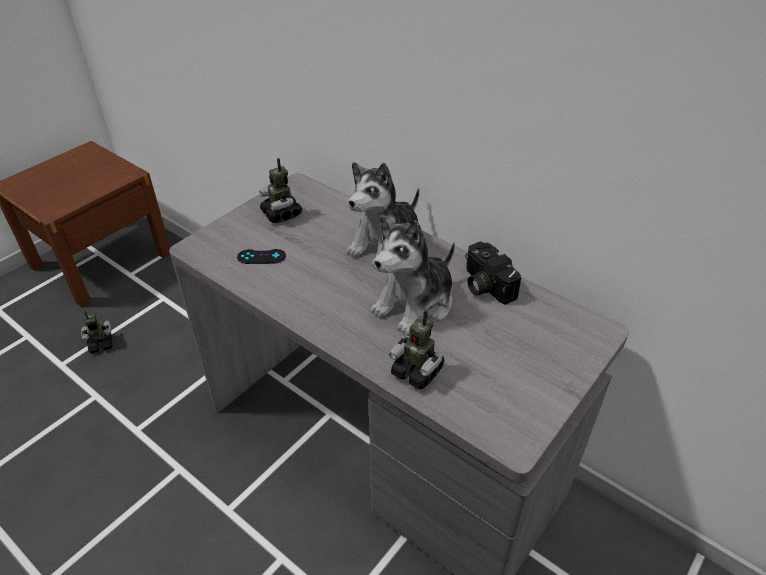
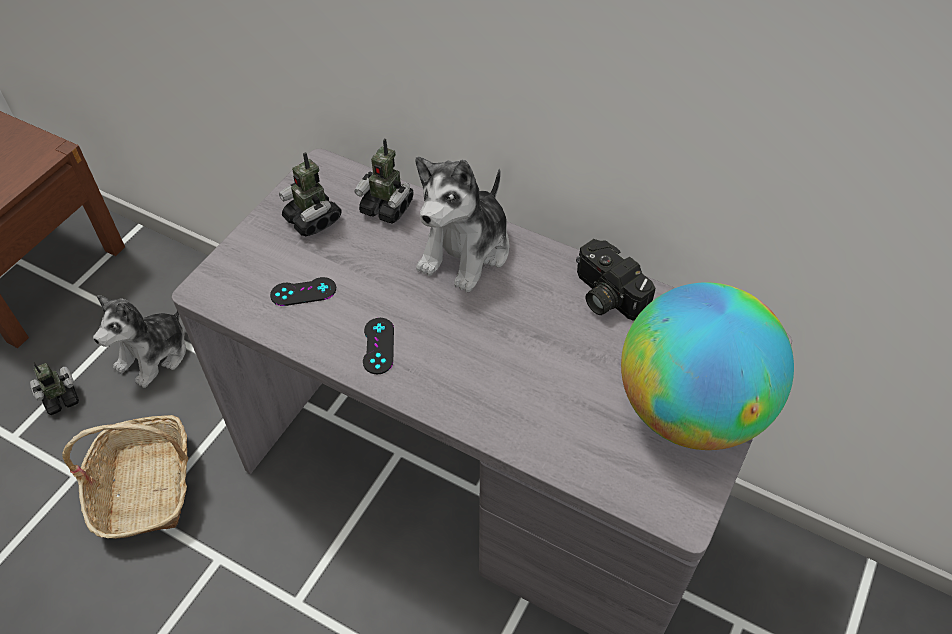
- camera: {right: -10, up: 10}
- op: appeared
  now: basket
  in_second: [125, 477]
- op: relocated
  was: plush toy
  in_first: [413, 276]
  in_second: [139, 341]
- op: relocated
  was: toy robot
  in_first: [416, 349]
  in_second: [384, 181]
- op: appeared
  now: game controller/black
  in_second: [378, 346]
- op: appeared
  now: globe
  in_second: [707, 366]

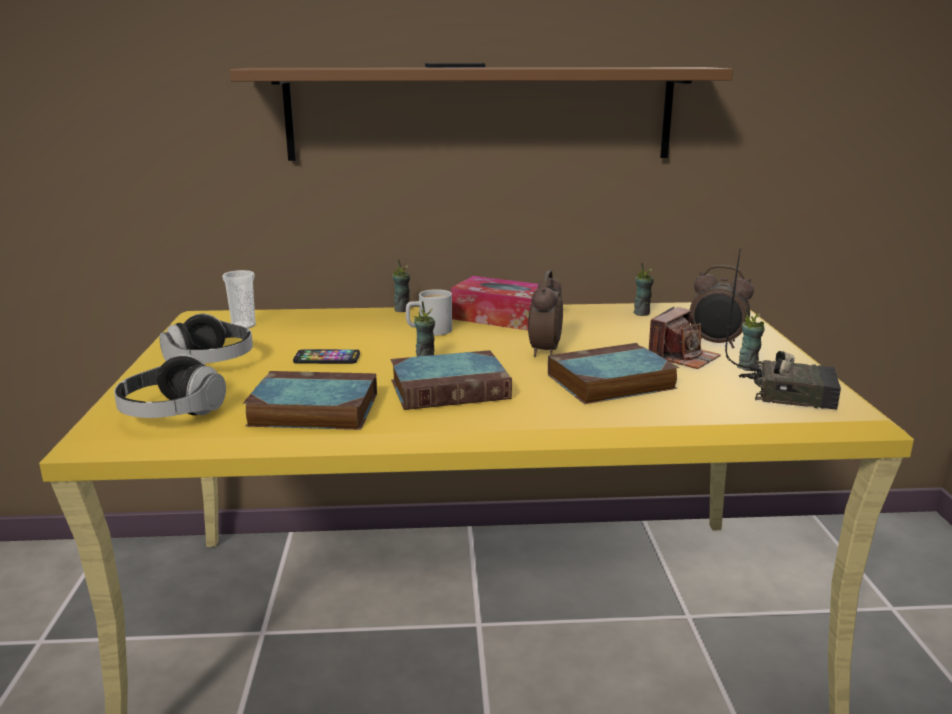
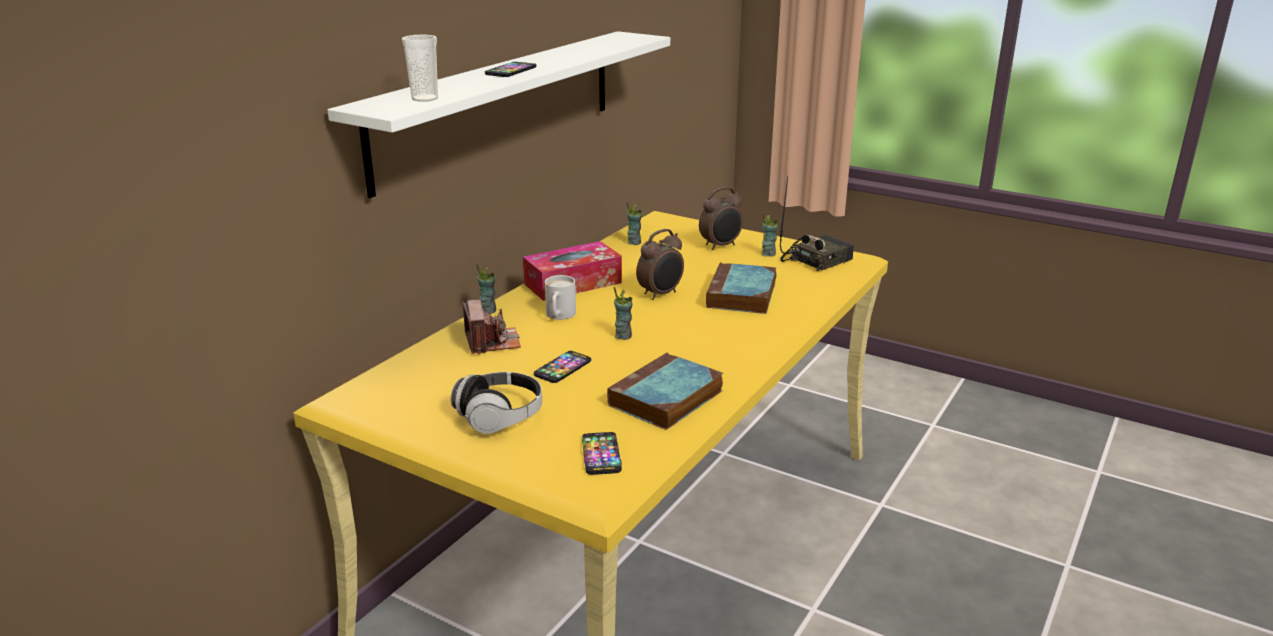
- camera: {right: -55, up: 5}
- op: colour
  was: shelf/brown
  now: shelf/white
  in_first: [481, 114]
  in_second: [499, 114]
- op: relocated
  was: cup
  in_first: [239, 299]
  in_second: [420, 68]
- op: relocated
  was: photo camera
  in_first: [685, 338]
  in_second: [492, 327]
- op: exchanged
  was: headphones
  now: phone
  in_first: [170, 386]
  in_second: [602, 453]
- op: spun
  was: alarm clock
  in_first: [545, 313]
  in_second: [660, 264]
  clockwise: -90
- op: missing
  was: book
  in_first: [451, 380]

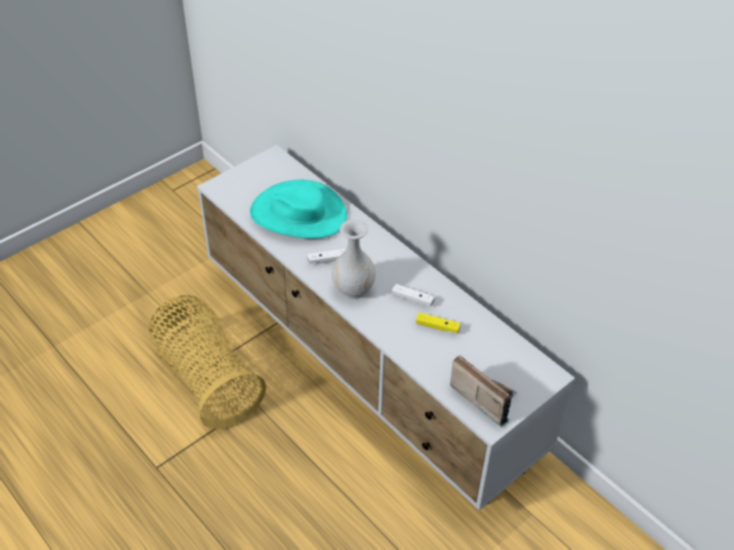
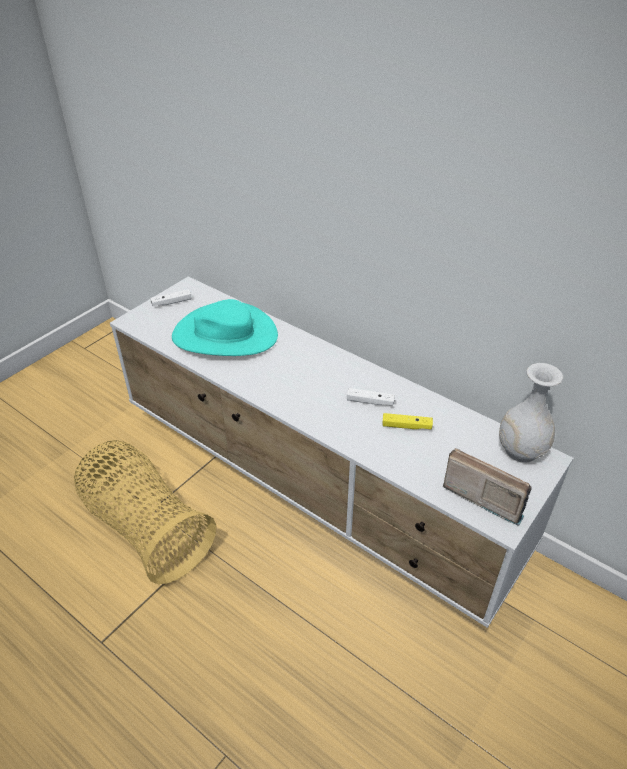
- camera: {right: -10, up: -5}
- op: relocated
  was: game controller/white
  in_first: [327, 256]
  in_second: [170, 297]
- op: relocated
  was: vase/white
  in_first: [353, 259]
  in_second: [531, 413]

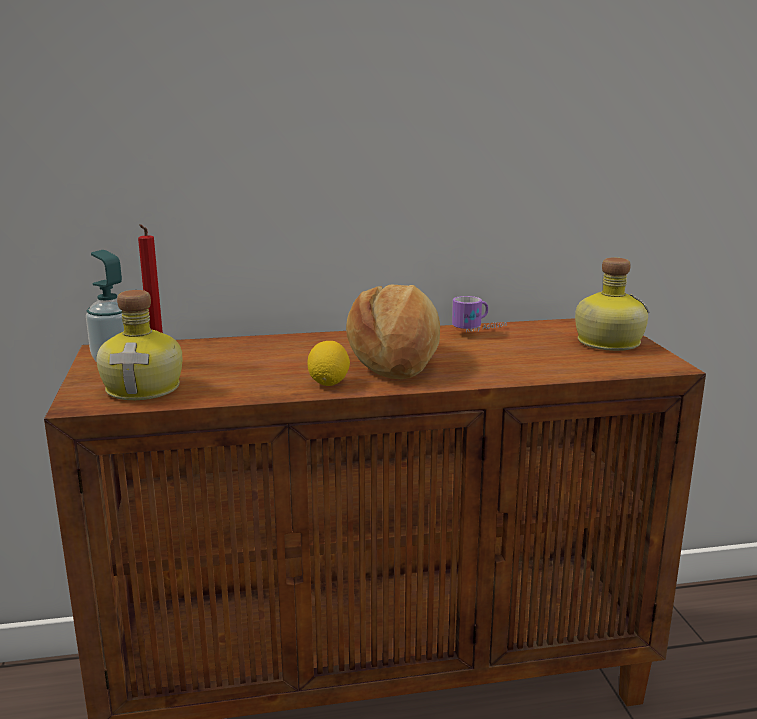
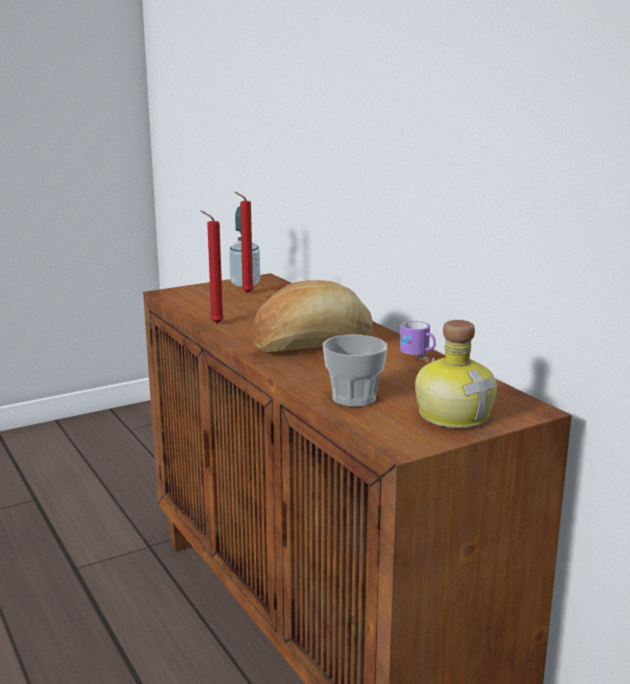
- camera: {right: 70, up: 0}
- op: appeared
  now: candle/red
  in_second: [212, 267]
- op: appeared
  now: cup
  in_second: [355, 371]
- op: missing
  was: bottle
  in_first: [139, 345]
- op: missing
  was: lemon
  in_first: [328, 363]

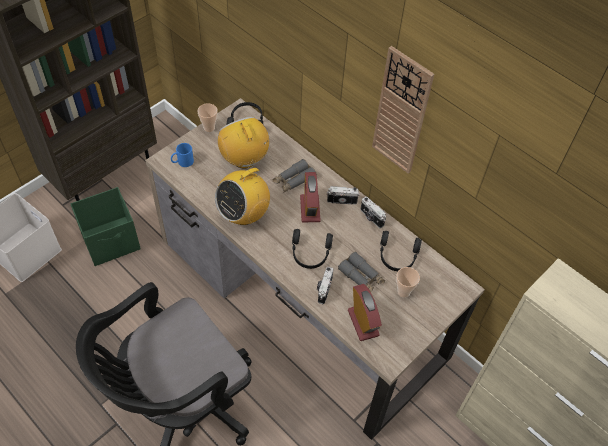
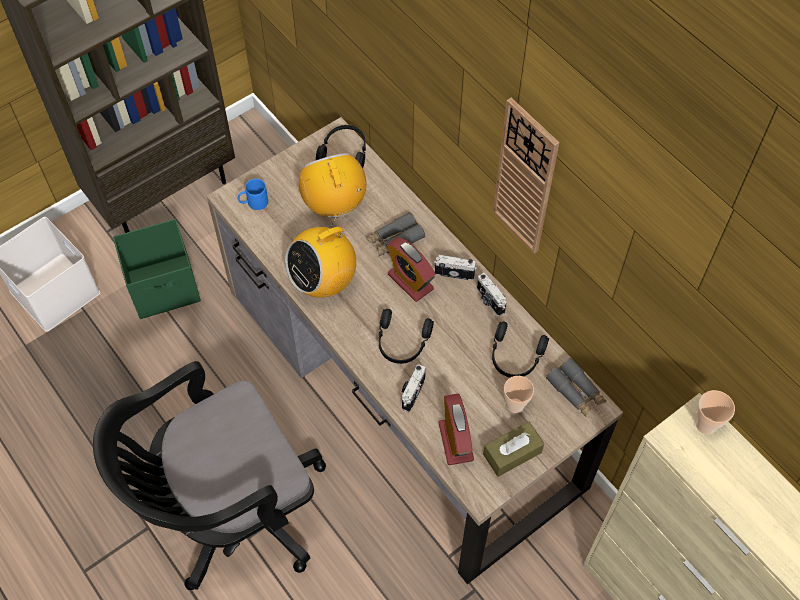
- camera: {right: 10, up: 5}
- op: spun
  was: alarm clock
  in_first: [310, 197]
  in_second: [411, 269]
  clockwise: -45
- op: appeared
  now: tissue box/brown
  in_second: [513, 449]
- op: relocated
  was: binoculars/grey
  in_first: [361, 272]
  in_second: [576, 387]
- op: relocated
  was: cup
  in_first: [208, 117]
  in_second: [715, 412]

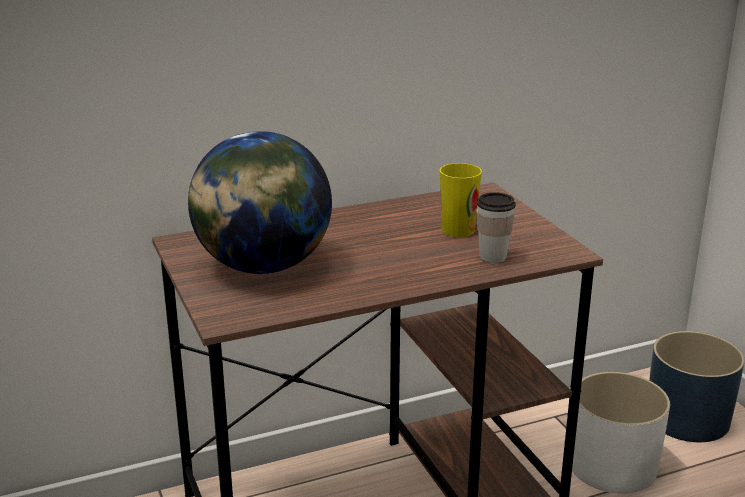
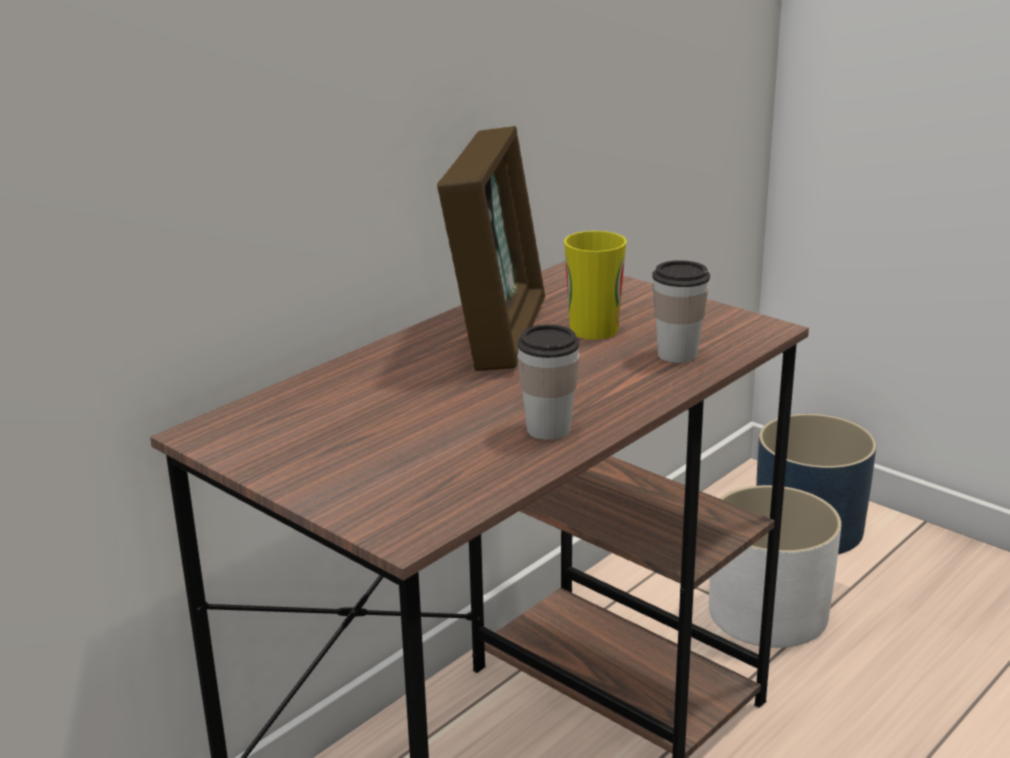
- camera: {right: -25, up: 0}
- op: appeared
  now: picture frame
  in_second: [491, 248]
- op: appeared
  now: cup
  in_second: [548, 382]
- op: missing
  was: globe
  in_first: [260, 202]

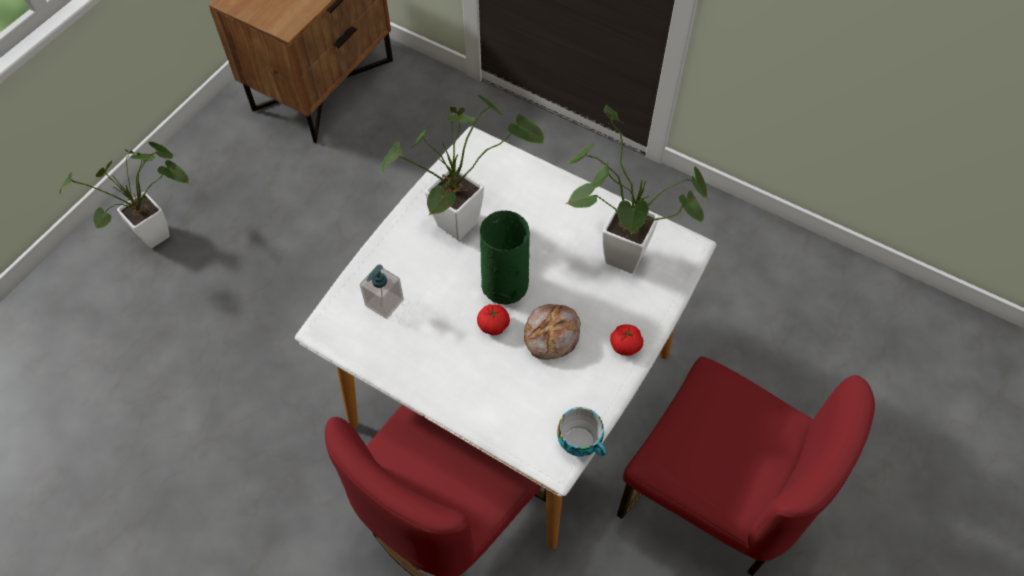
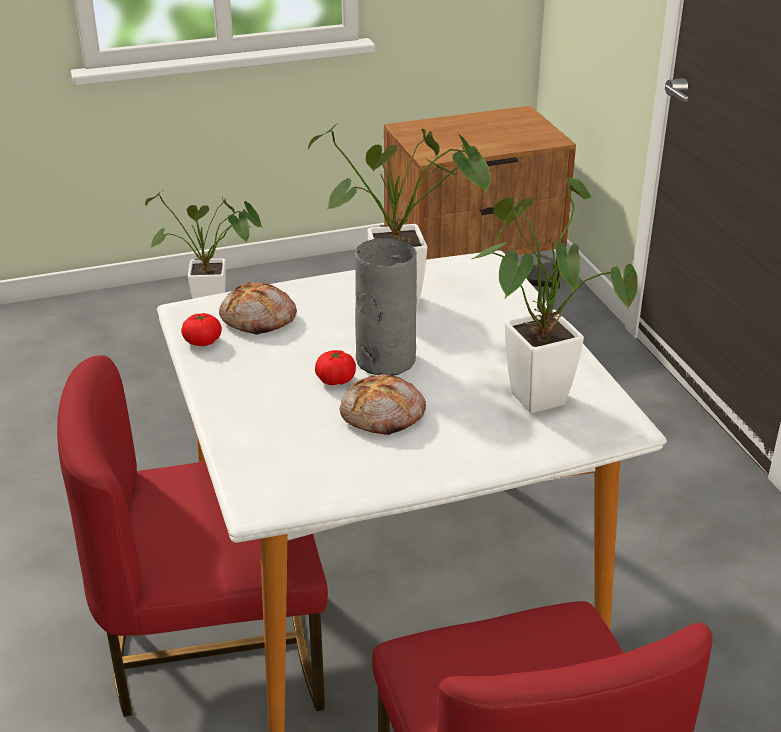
- camera: {right: 40, up: -25}
- op: relocated
  was: tomato
  in_first: [626, 340]
  in_second: [201, 329]
- op: exchanged
  was: soap dispenser
  now: bread
  in_first: [382, 292]
  in_second: [258, 308]
- op: colour
  was: vase/green
  now: vase/grey
  in_first: [505, 258]
  in_second: [386, 307]
- op: missing
  was: cup
  in_first: [581, 431]

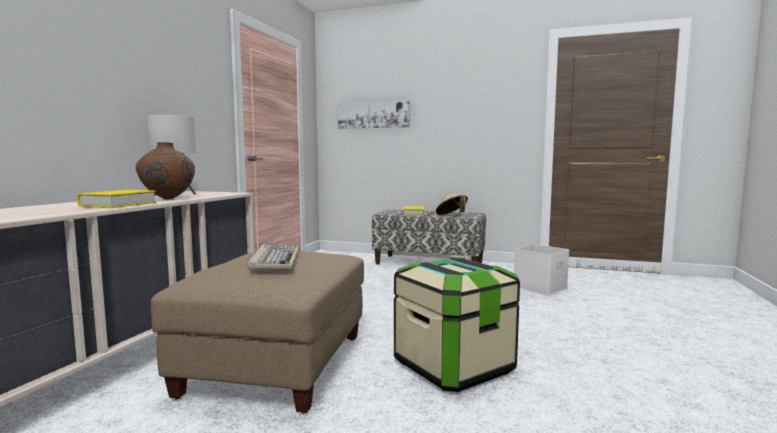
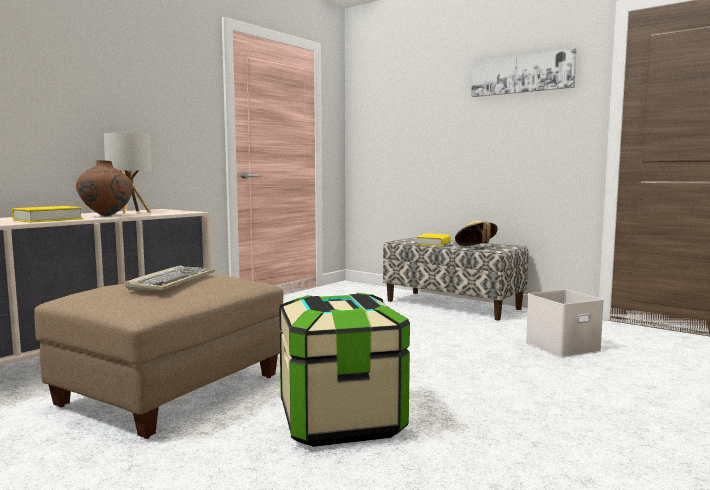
- camera: {right: 20, up: 0}
- op: relocated
  was: picture
  in_first: [374, 115]
  in_second: [524, 72]

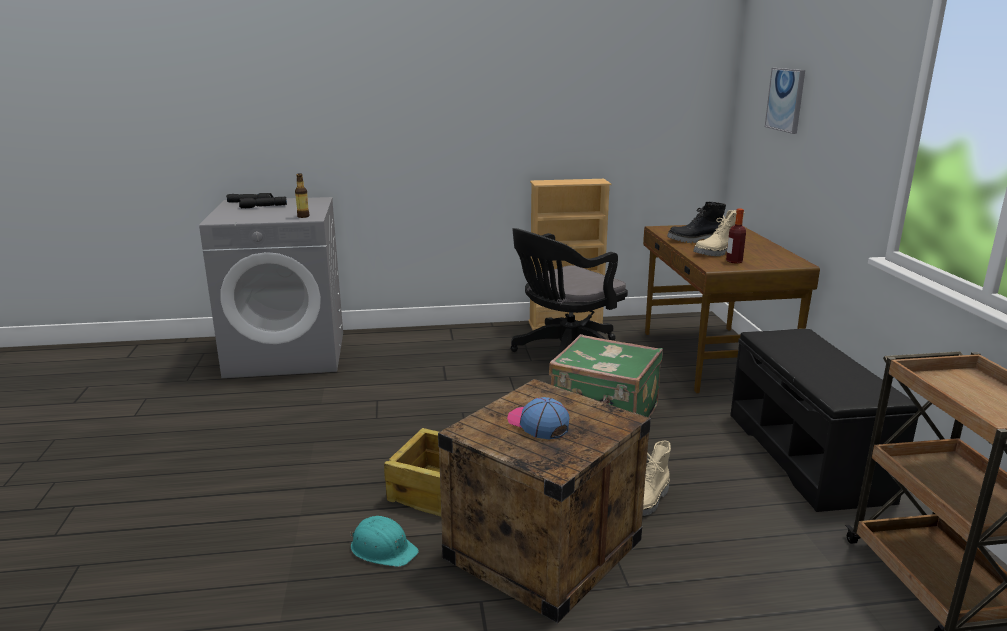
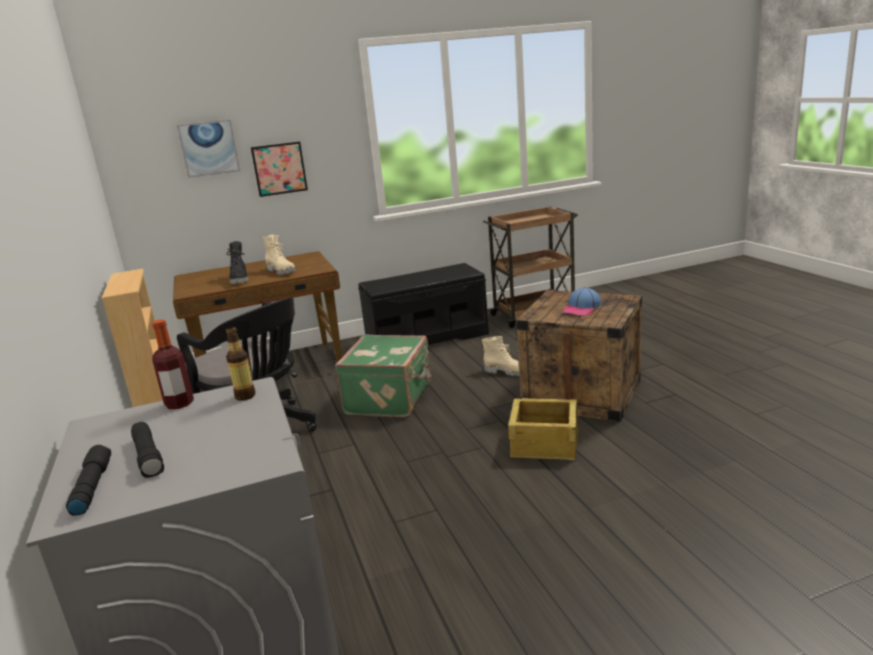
- camera: {right: -100, up: 0}
- op: relocated
  was: bottle
  in_first: [736, 236]
  in_second: [173, 364]
- op: appeared
  now: picture
  in_second: [279, 169]
- op: missing
  was: hard hat/turquoise
  in_first: [384, 541]

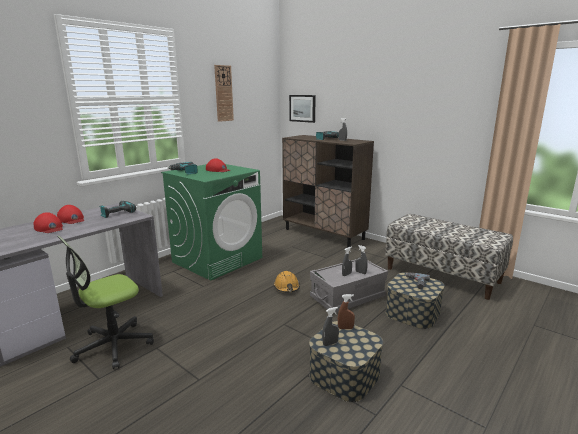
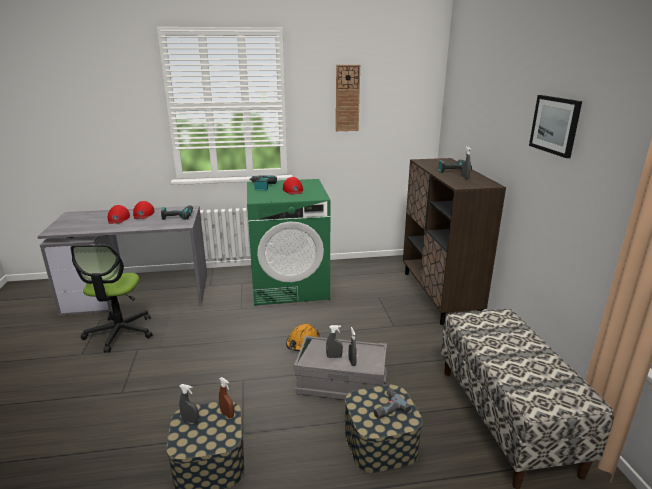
- camera: {right: 40, up: 5}
- op: spun
  was: office chair
  in_first: [106, 302]
  in_second: [111, 298]
  clockwise: -90
- op: relocated
  was: picture
  in_first: [302, 109]
  in_second: [555, 126]

